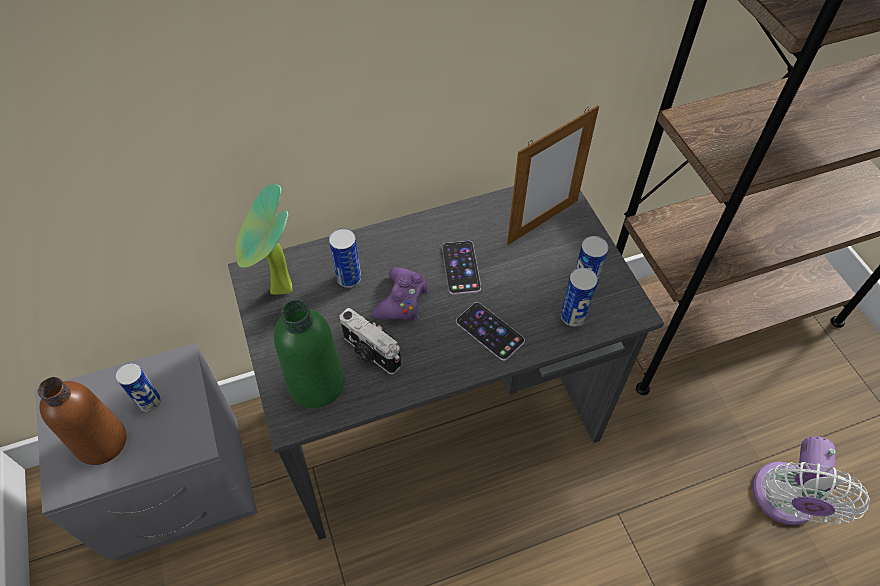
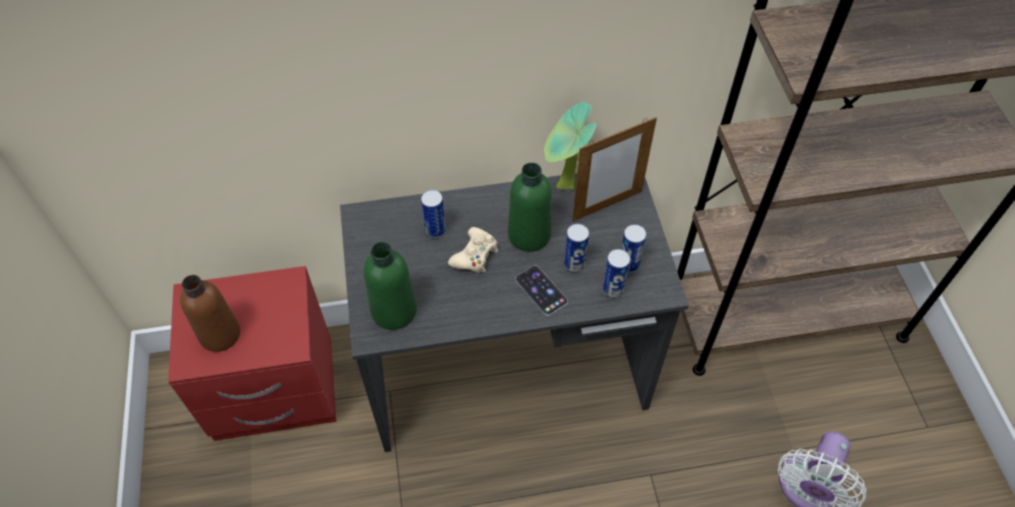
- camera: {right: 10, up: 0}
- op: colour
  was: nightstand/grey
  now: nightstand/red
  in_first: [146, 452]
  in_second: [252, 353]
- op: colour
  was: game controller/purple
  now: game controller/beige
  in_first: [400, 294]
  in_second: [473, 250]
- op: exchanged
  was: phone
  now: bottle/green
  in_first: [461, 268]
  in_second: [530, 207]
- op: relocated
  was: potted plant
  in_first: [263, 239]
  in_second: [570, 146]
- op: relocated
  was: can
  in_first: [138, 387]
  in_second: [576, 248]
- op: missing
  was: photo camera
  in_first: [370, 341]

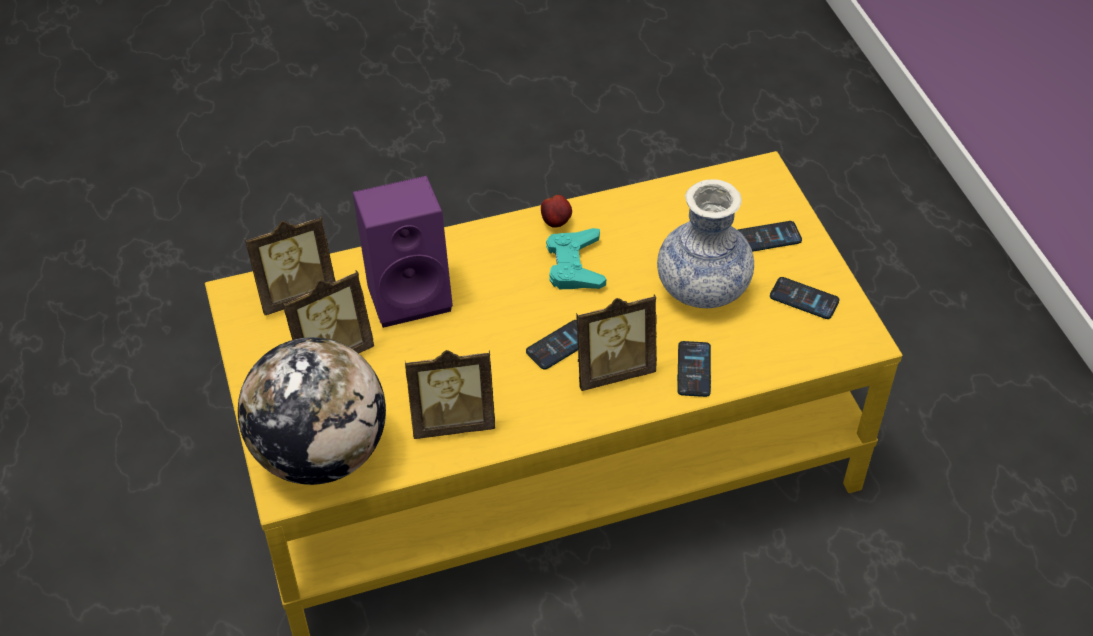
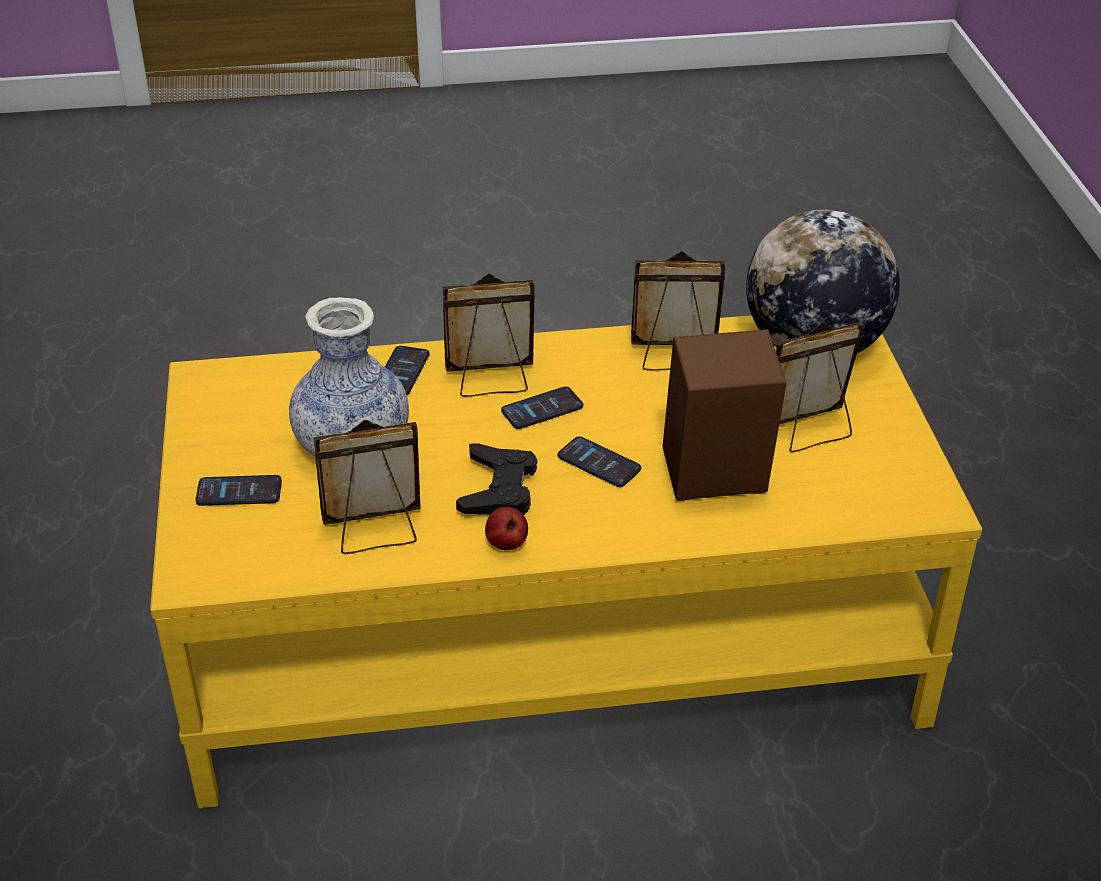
- camera: {right: -170, up: -10}
- op: relocated
  was: picture frame
  in_first: [290, 265]
  in_second: [367, 487]
- op: colour
  was: game controller/turquoise
  now: game controller/black
  in_first: [576, 258]
  in_second: [496, 479]
- op: relocated
  was: phone
  in_first: [804, 298]
  in_second: [599, 461]
- op: colour
  was: speaker/purple
  now: speaker/brown
  in_first: [403, 252]
  in_second: [724, 415]

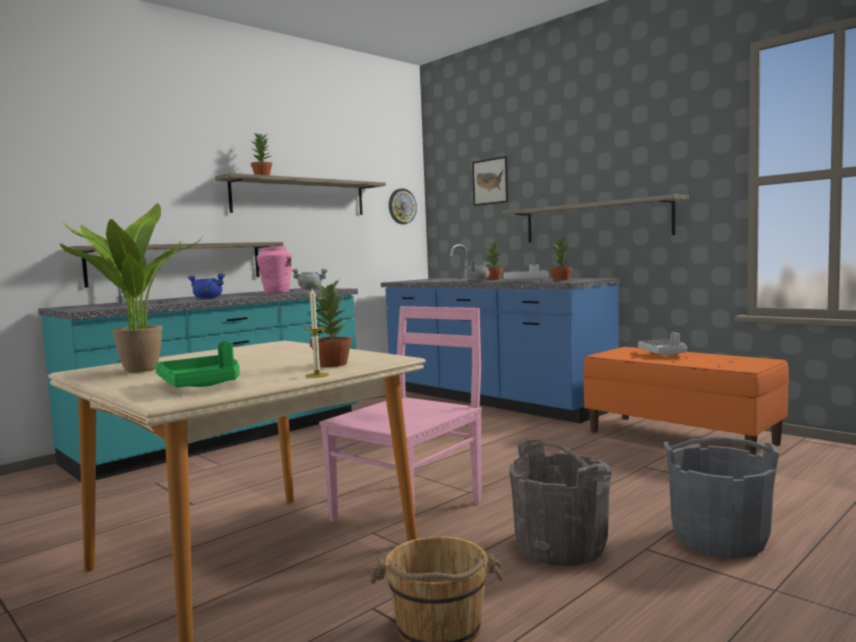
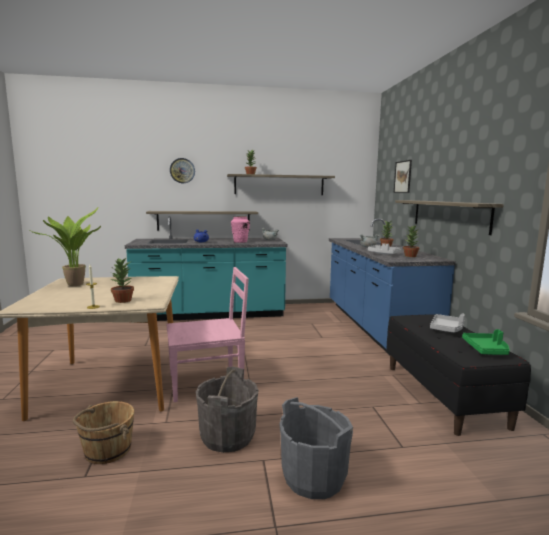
- camera: {right: 35, up: 5}
- op: relocated
  was: wall clock
  in_first: [403, 206]
  in_second: [182, 170]
- op: colour
  was: bench/orange
  now: bench/black
  in_first: [686, 401]
  in_second: [458, 375]
- op: relocated
  was: tray/green
  in_first: [197, 364]
  in_second: [486, 342]

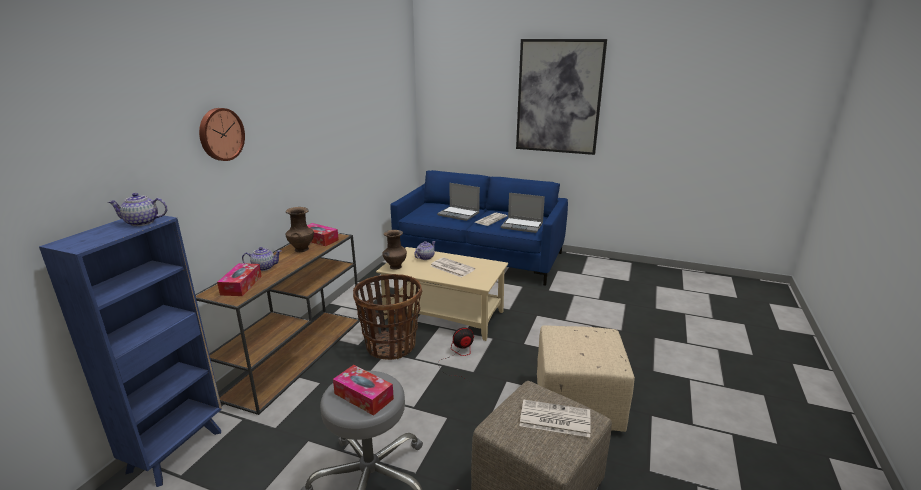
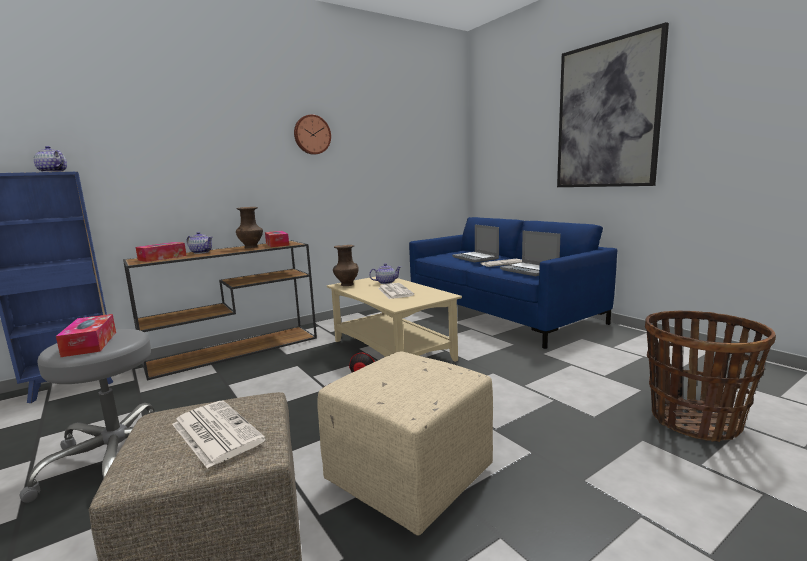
- camera: {right: 35, up: -10}
- op: relocated
  was: wall clock
  in_first: [222, 134]
  in_second: [312, 134]
- op: relocated
  was: basket
  in_first: [387, 317]
  in_second: [710, 376]

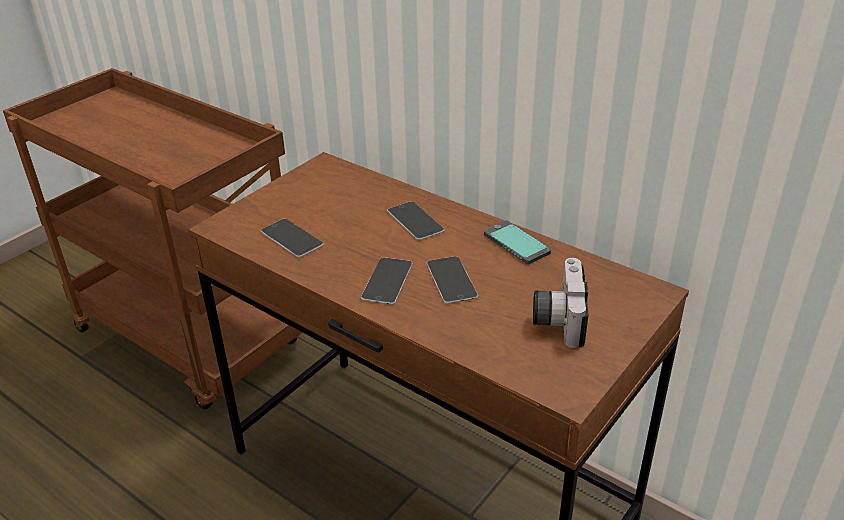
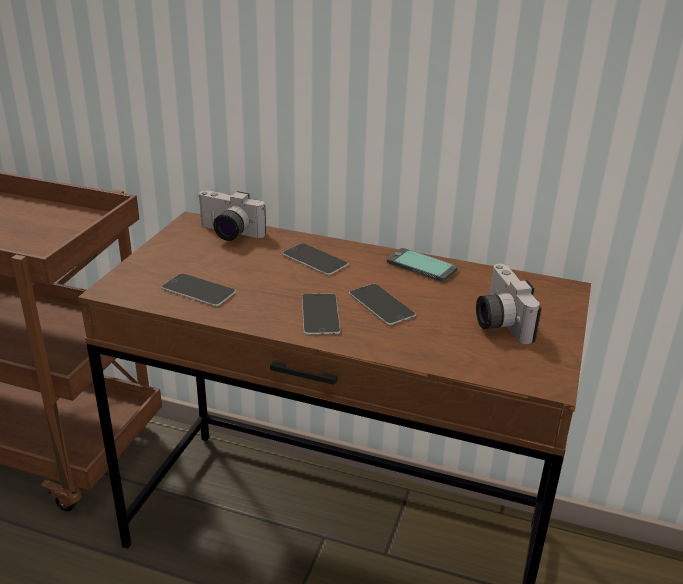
- camera: {right: -20, up: -5}
- op: appeared
  now: photo camera
  in_second: [232, 215]

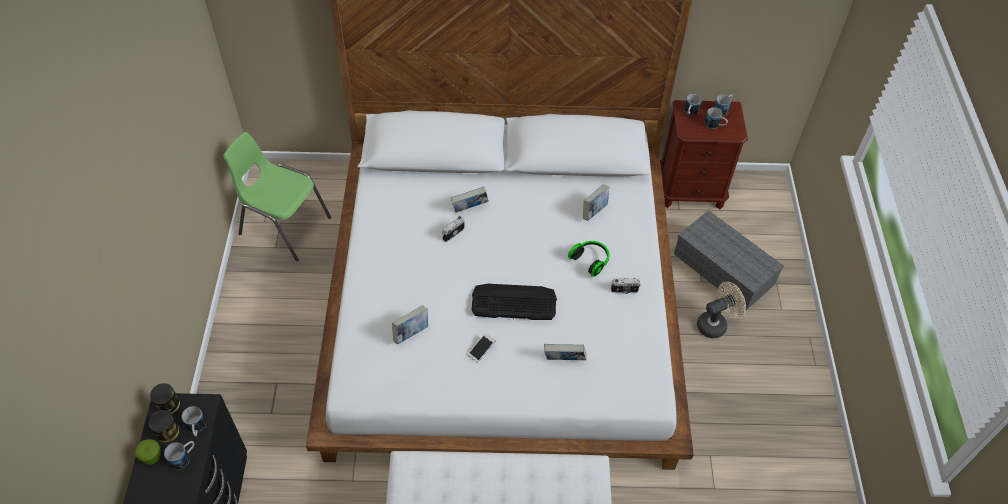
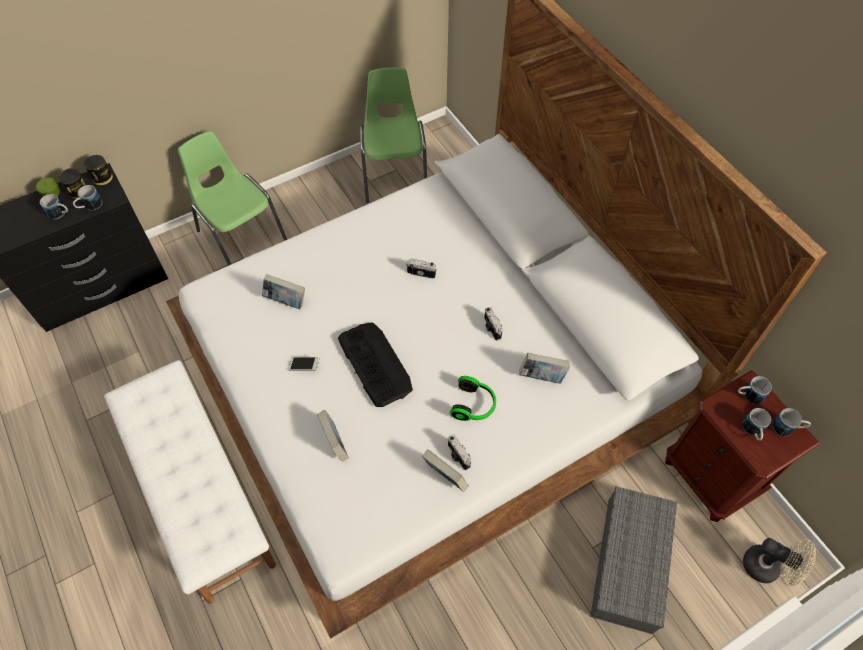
- camera: {right: 60, up: 5}
- op: appeared
  now: chair/green
  in_second: [232, 198]
- op: relocated
  was: book
  in_first: [470, 199]
  in_second: [445, 470]
- op: appeared
  now: photo camera
  in_second: [493, 324]
- op: relocated
  was: fan/beige
  in_first: [721, 310]
  in_second: [779, 562]

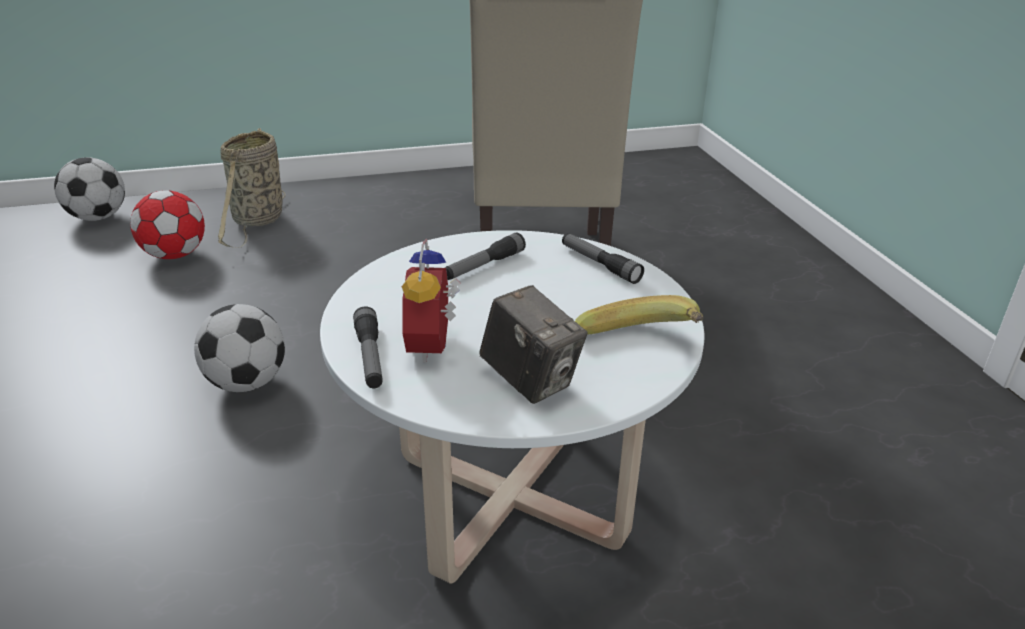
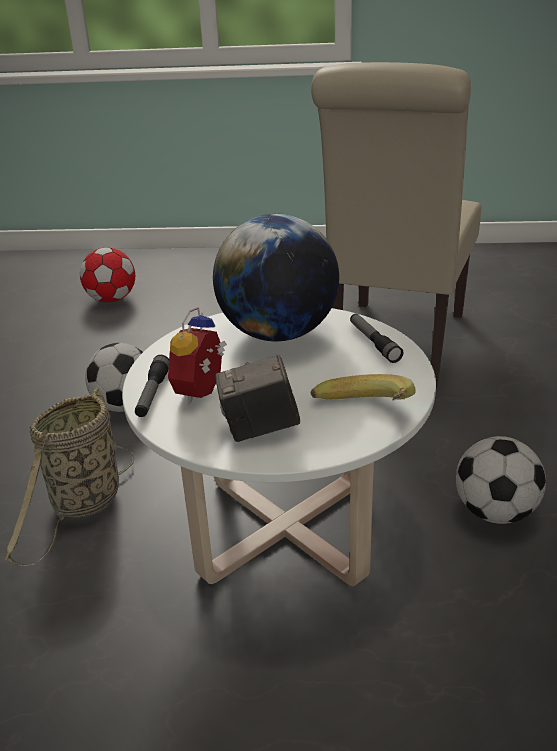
- camera: {right: 20, up: 0}
- op: relocated
  was: basket
  in_first: [252, 188]
  in_second: [70, 477]
- op: exchanged
  was: flashlight
  now: globe
  in_first: [485, 256]
  in_second: [276, 277]
- op: spun
  was: photo camera
  in_first: [533, 344]
  in_second: [258, 398]
  clockwise: 105
- op: relocated
  was: football
  in_first: [89, 189]
  in_second: [501, 480]

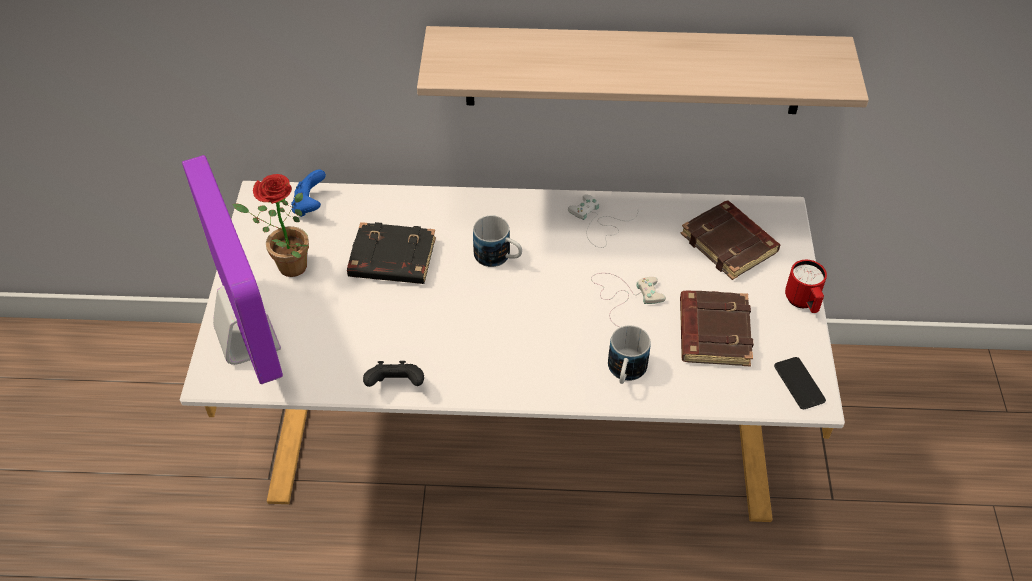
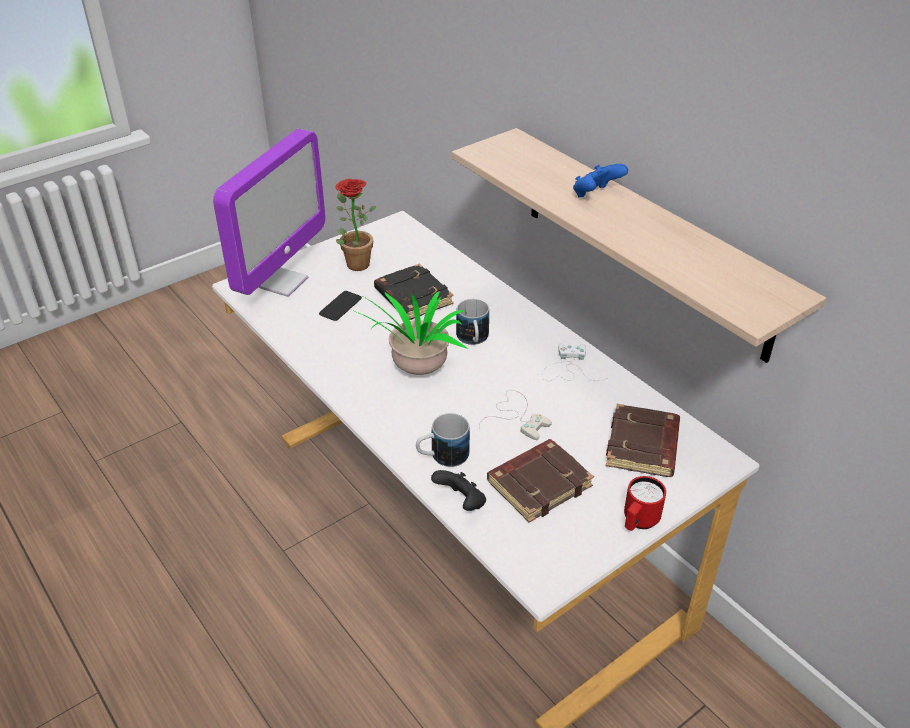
- camera: {right: 50, up: -10}
- op: relocated
  was: phone
  in_first: [800, 383]
  in_second: [340, 306]
- op: appeared
  now: potted plant
  in_second: [409, 333]
- op: relocated
  was: game controller/black
  in_first: [393, 374]
  in_second: [458, 490]
- op: relocated
  was: game controller/blue
  in_first: [308, 193]
  in_second: [600, 180]

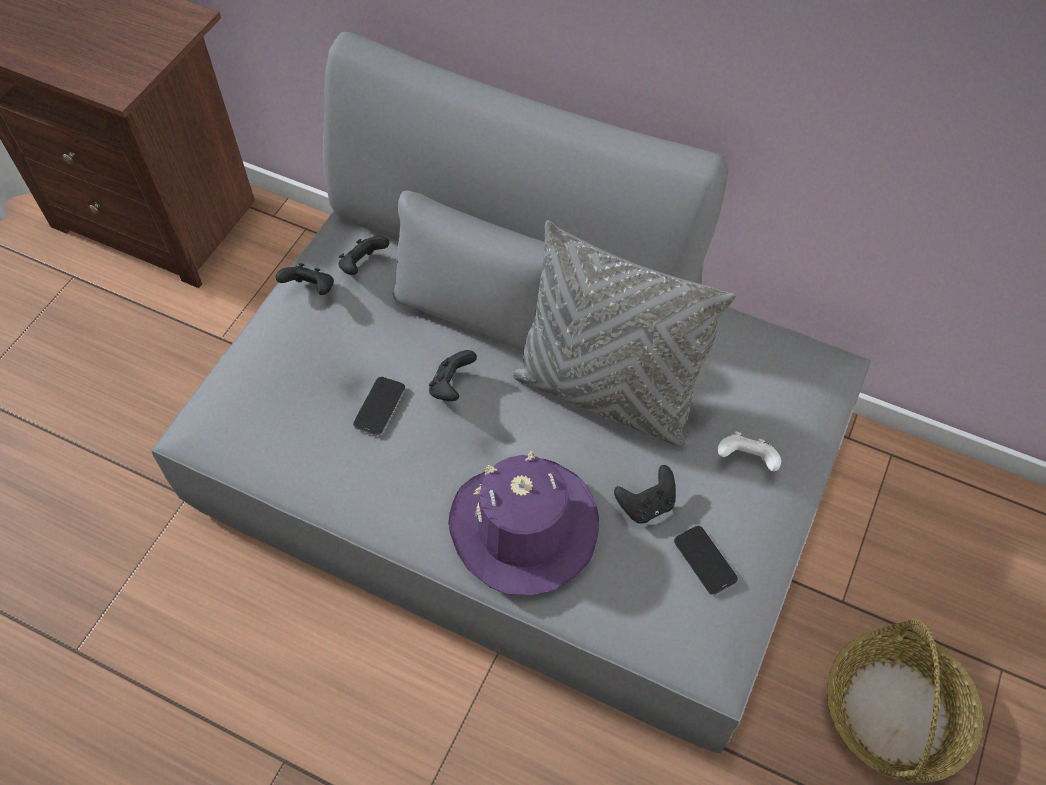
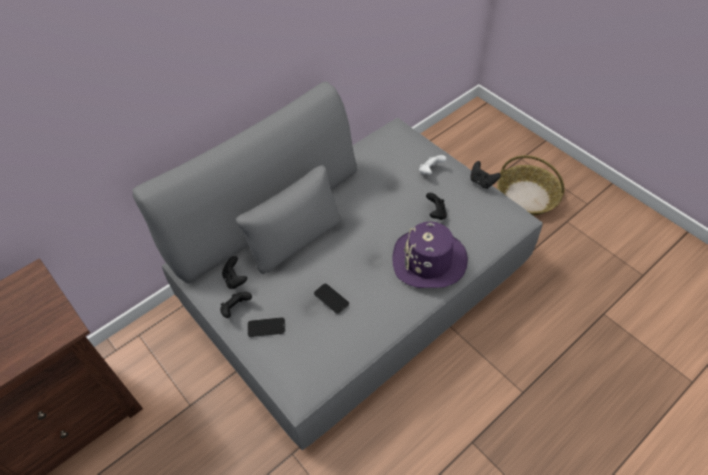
- camera: {right: -65, up: -5}
- op: relocated
  was: phone
  in_first: [706, 560]
  in_second: [266, 327]
- op: relocated
  was: game controller/black
  in_first: [453, 375]
  in_second: [485, 175]
- op: missing
  was: pillow/grey
  in_first: [624, 333]

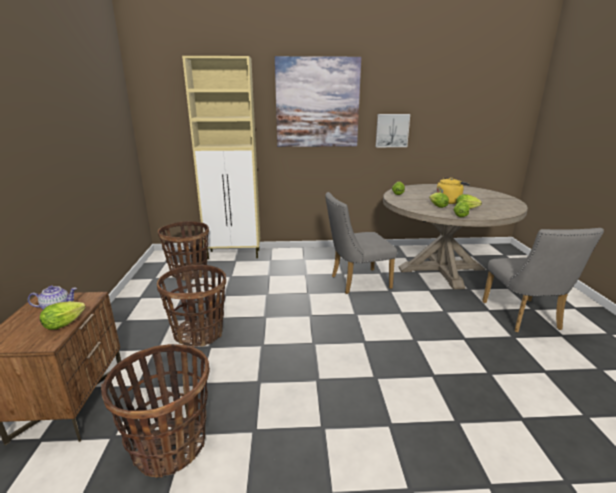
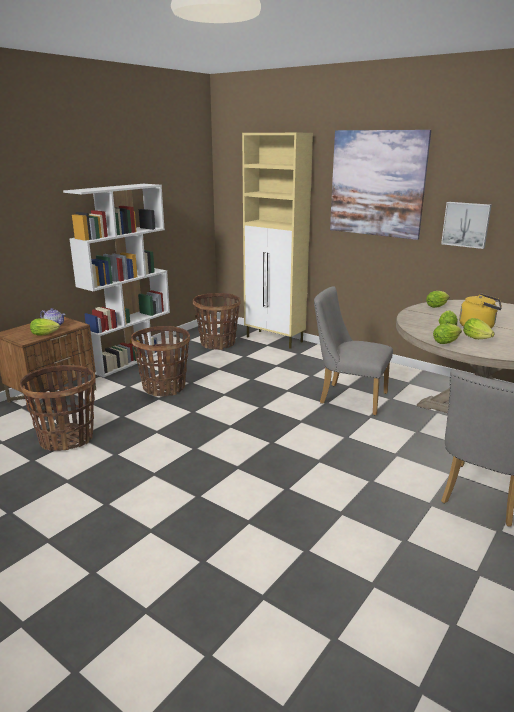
- camera: {right: 40, up: 0}
- op: appeared
  now: bookcase/white
  in_second: [116, 281]

